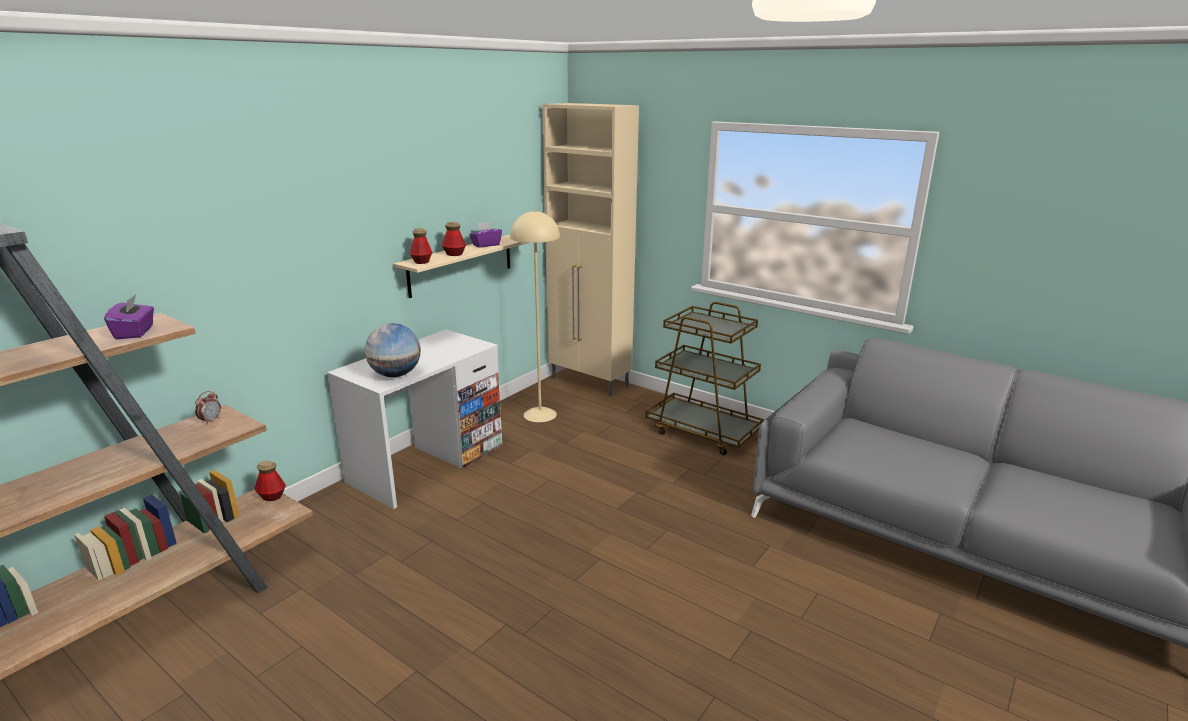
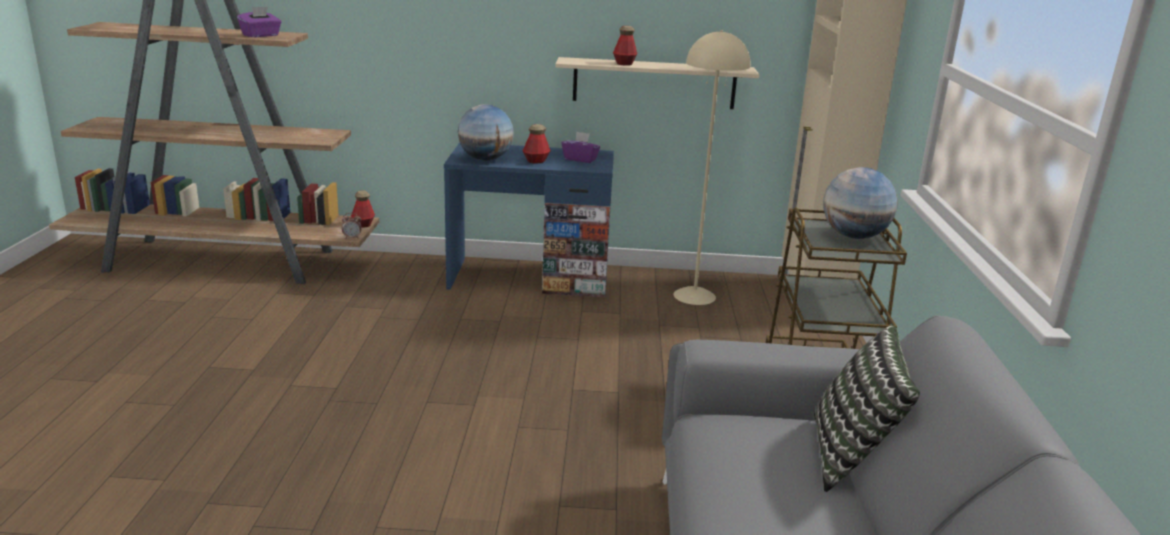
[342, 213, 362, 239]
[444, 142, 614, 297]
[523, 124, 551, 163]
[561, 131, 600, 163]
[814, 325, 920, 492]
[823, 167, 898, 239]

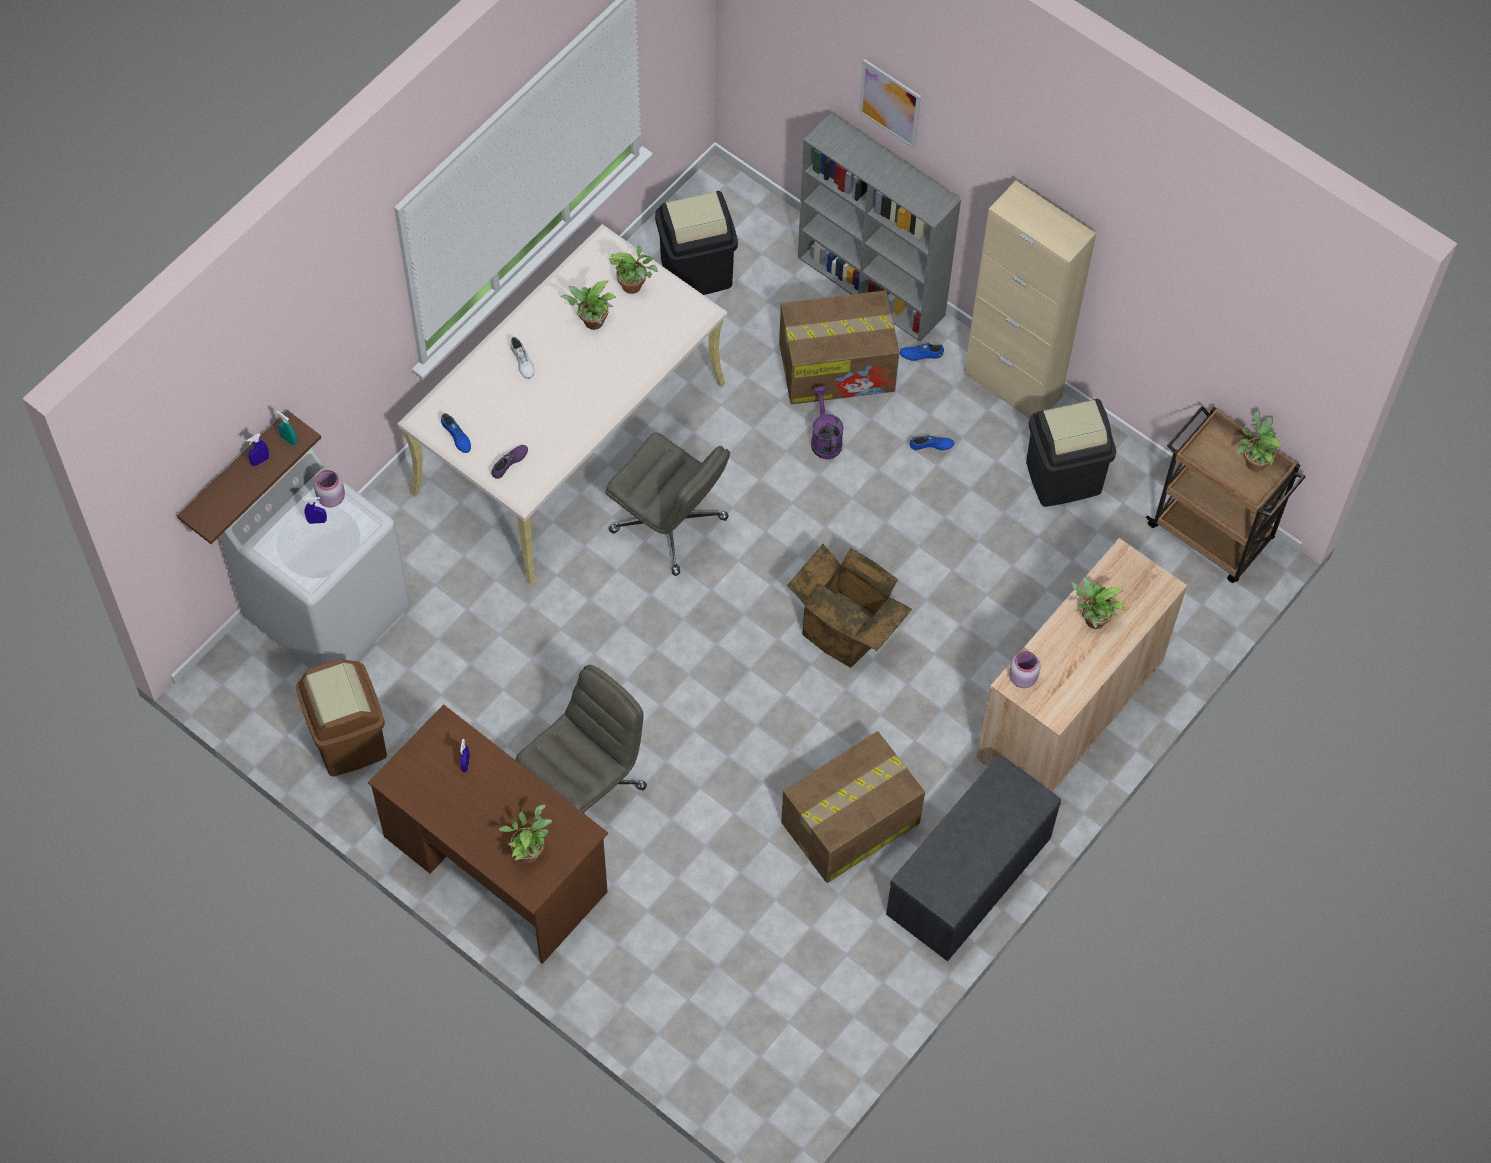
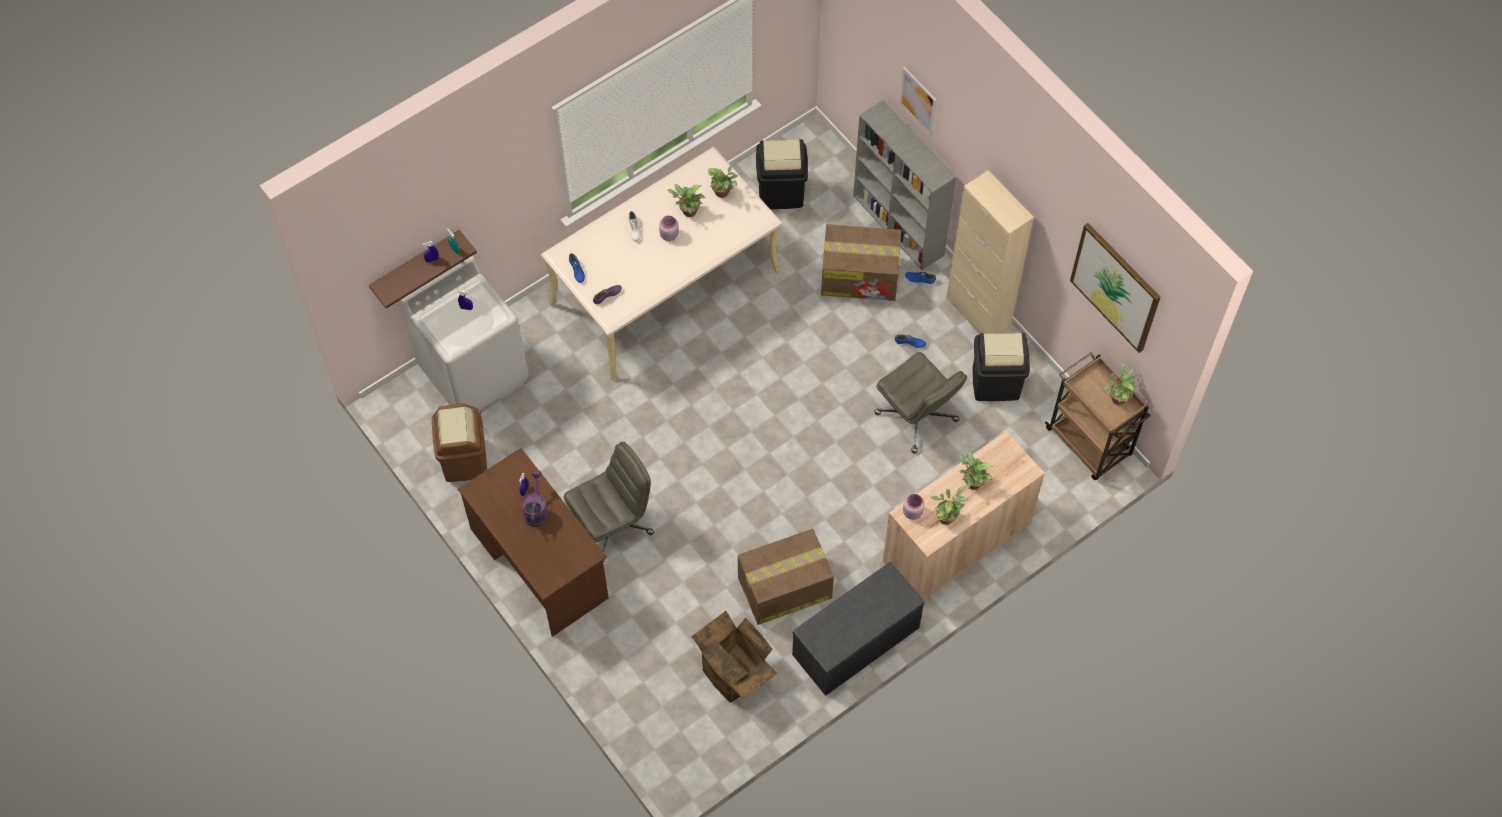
[522, 471, 548, 527]
[659, 216, 679, 241]
[691, 611, 777, 703]
[874, 352, 967, 453]
[931, 487, 968, 525]
[1070, 223, 1161, 353]

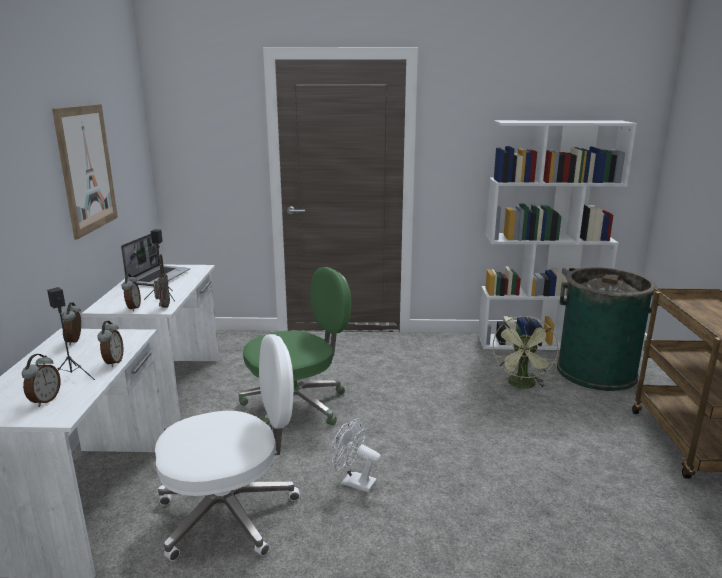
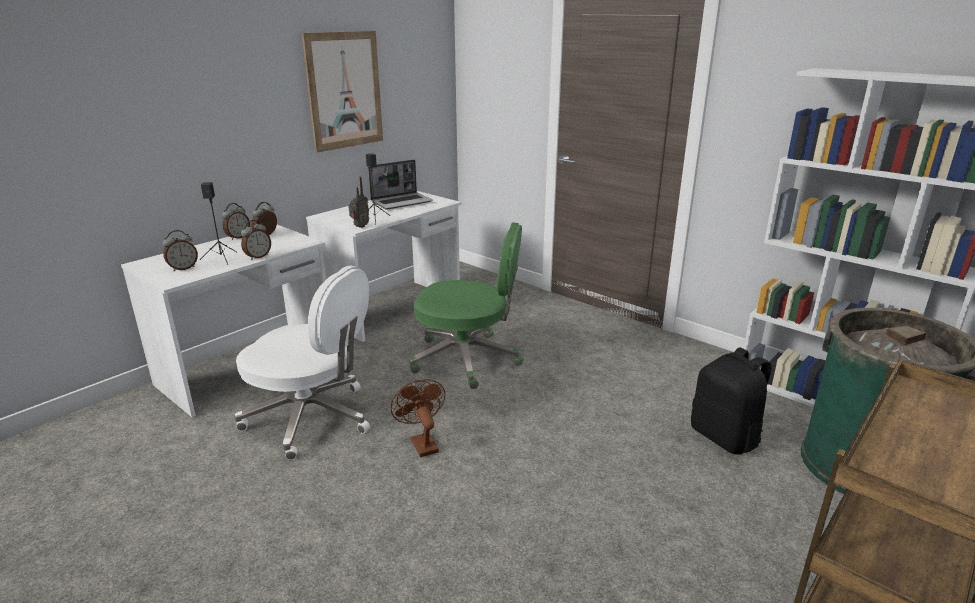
[222, 203, 250, 240]
[390, 379, 445, 457]
[691, 347, 771, 455]

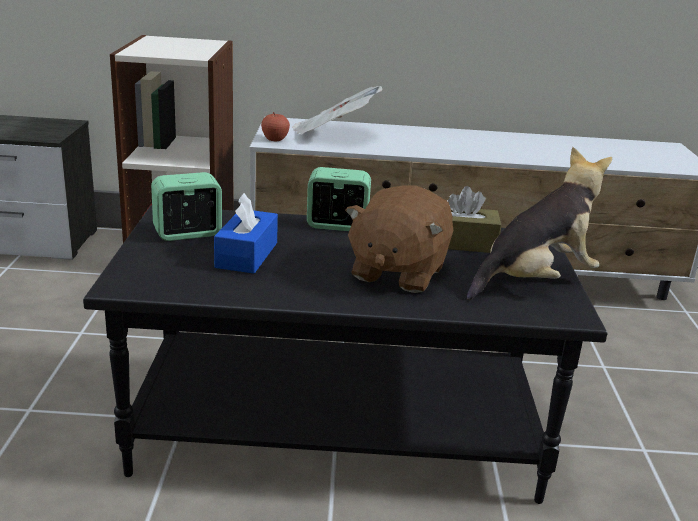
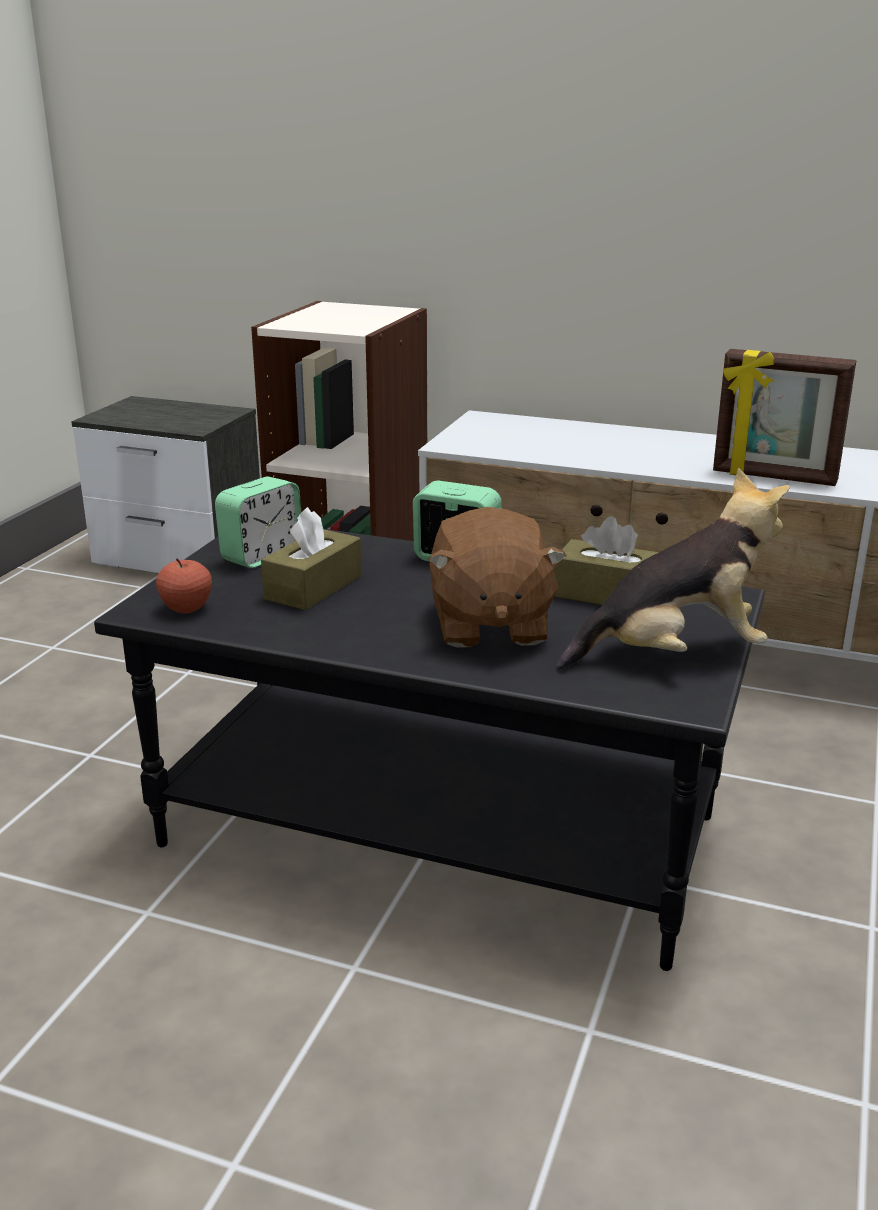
[156, 558, 212, 613]
[215, 477, 301, 568]
[261, 507, 362, 610]
[428, 507, 566, 648]
[713, 349, 856, 486]
[292, 86, 383, 135] (first image)

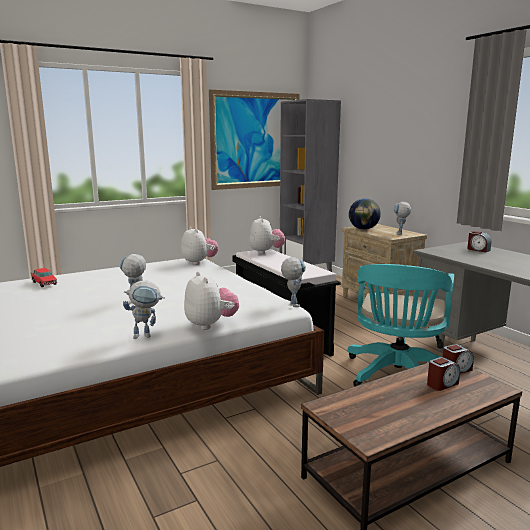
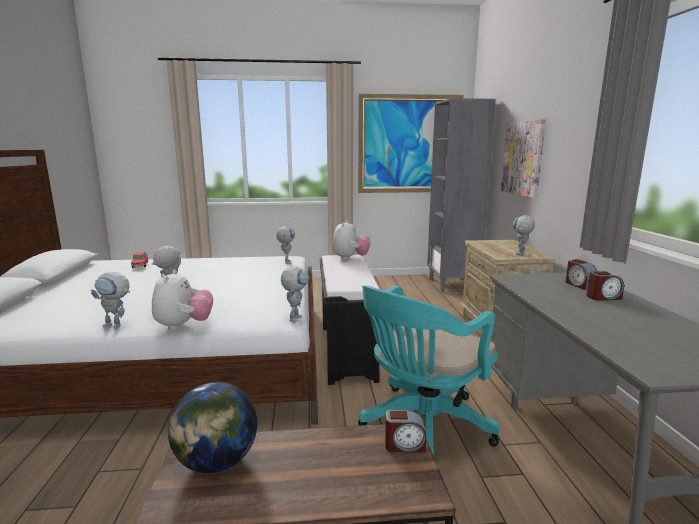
[168, 382, 257, 473]
[276, 227, 295, 264]
[501, 119, 546, 198]
[586, 271, 624, 301]

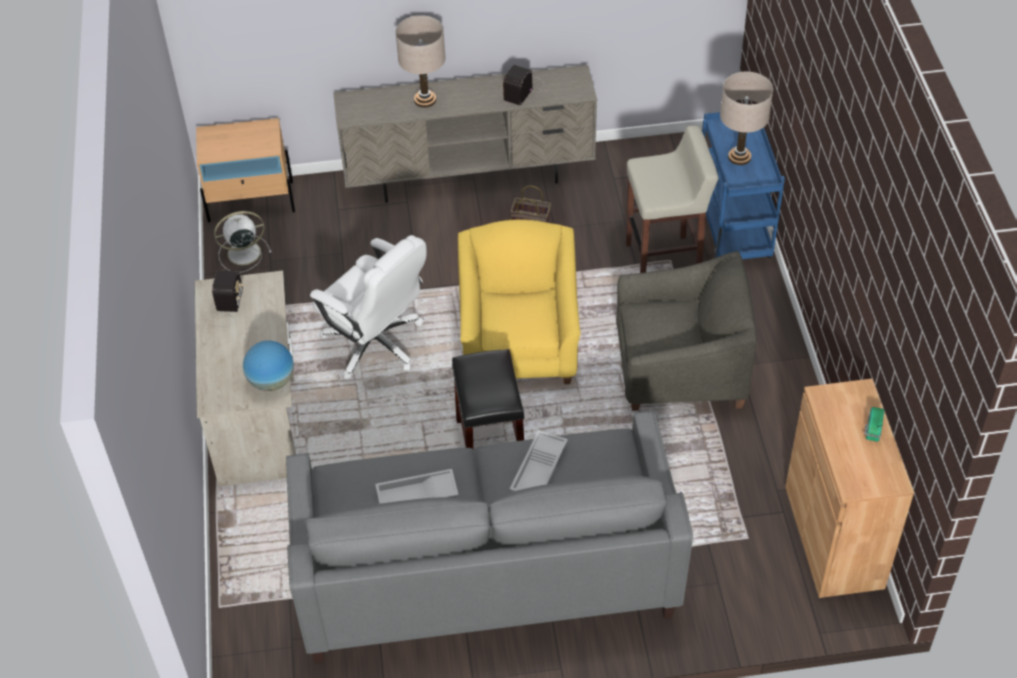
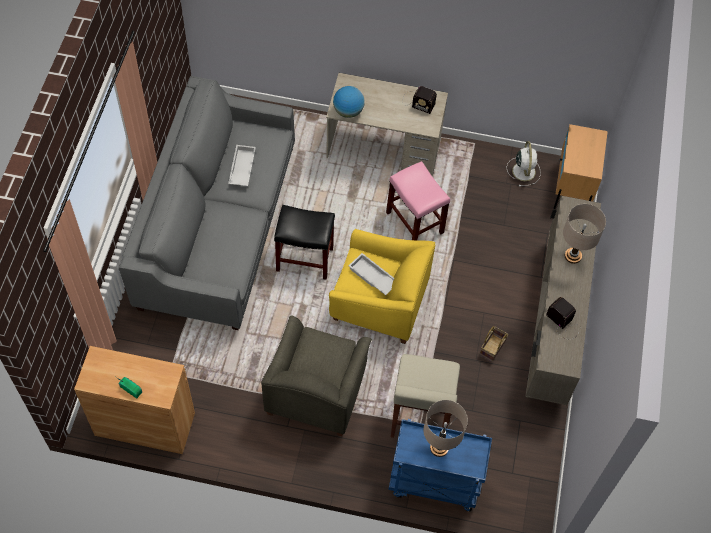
[349, 253, 394, 295]
[386, 161, 450, 240]

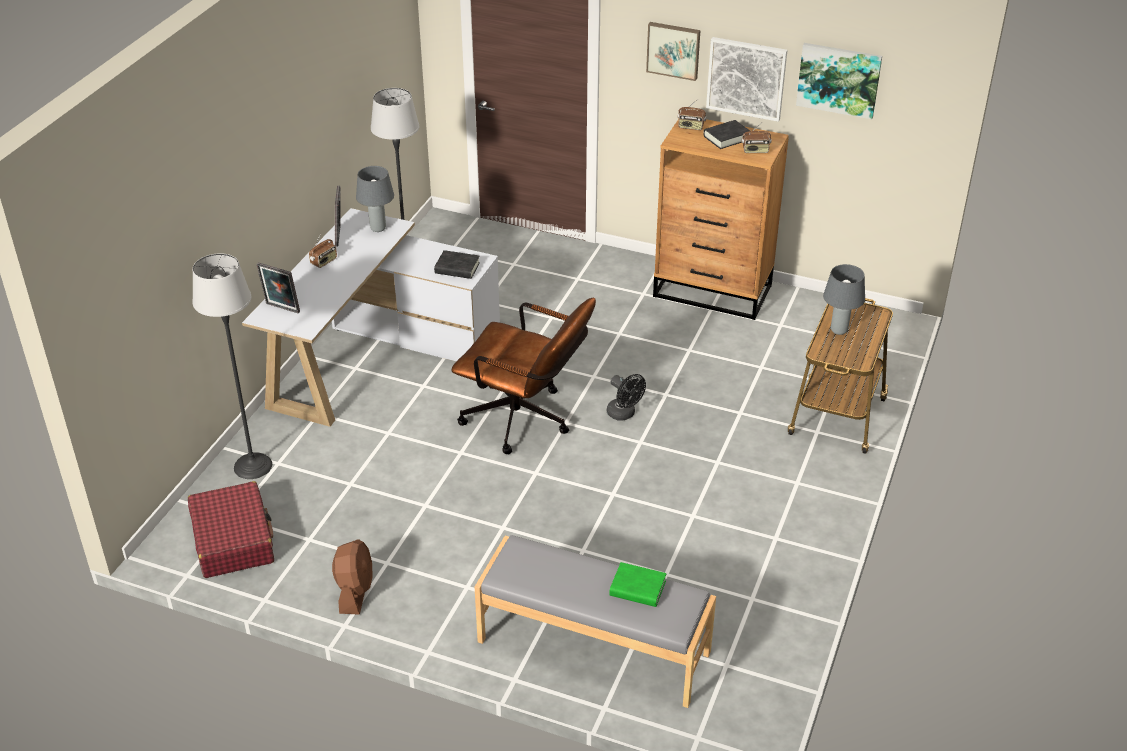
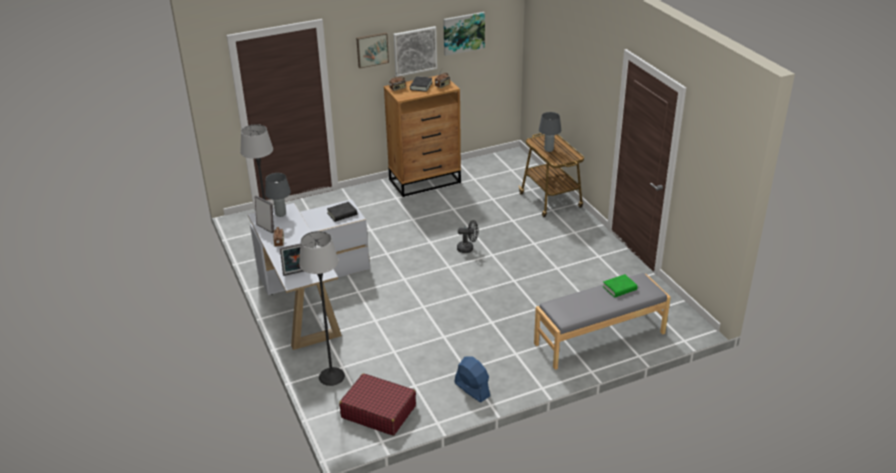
[454, 356, 490, 402]
[451, 297, 596, 454] (first image)

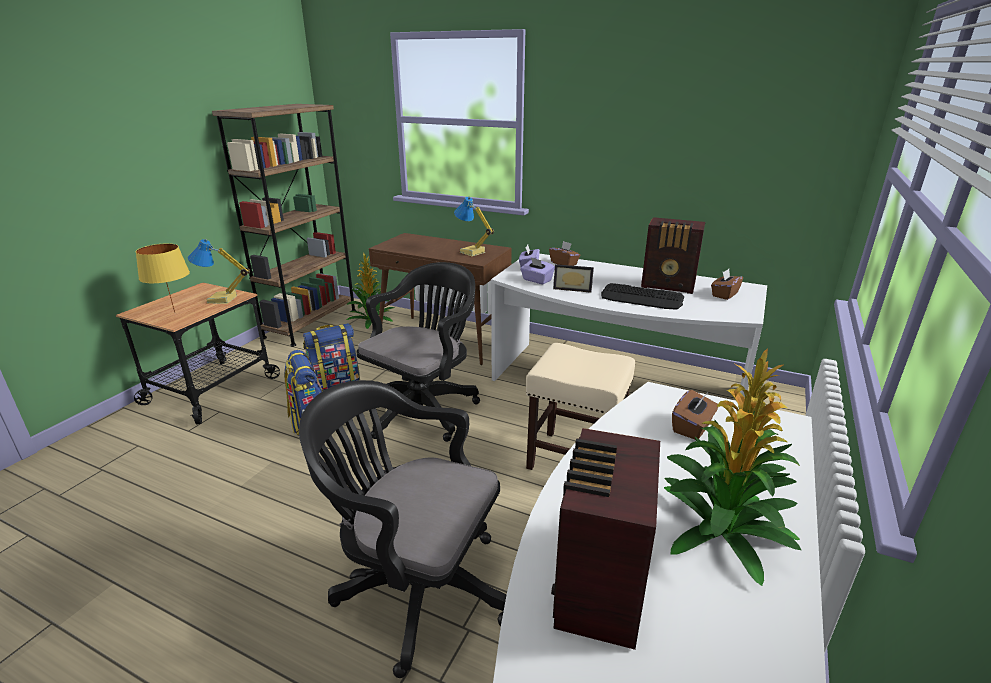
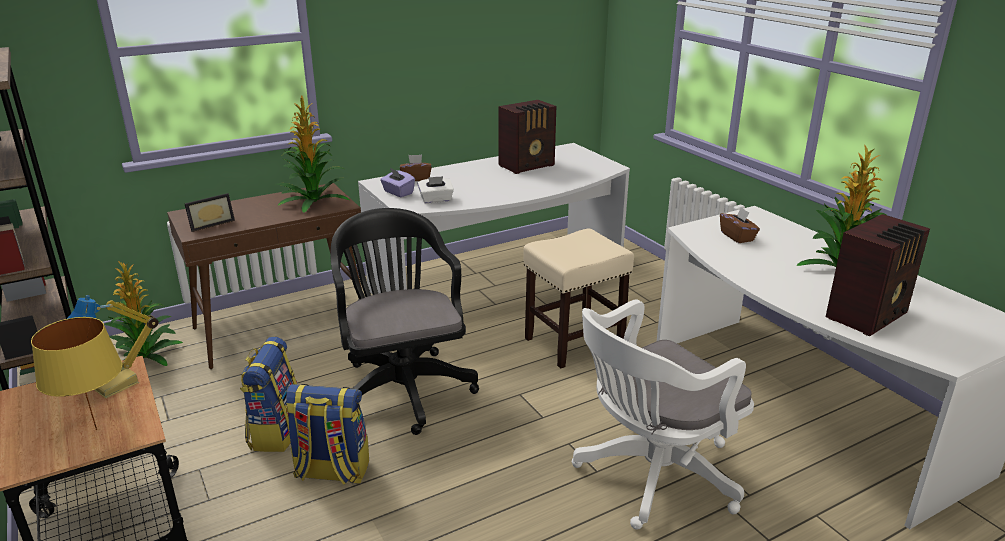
[185, 193, 235, 232]
[276, 95, 350, 213]
[417, 176, 454, 203]
[572, 299, 754, 530]
[826, 214, 930, 337]
[601, 283, 684, 310] (first image)
[711, 269, 743, 300] (first image)

